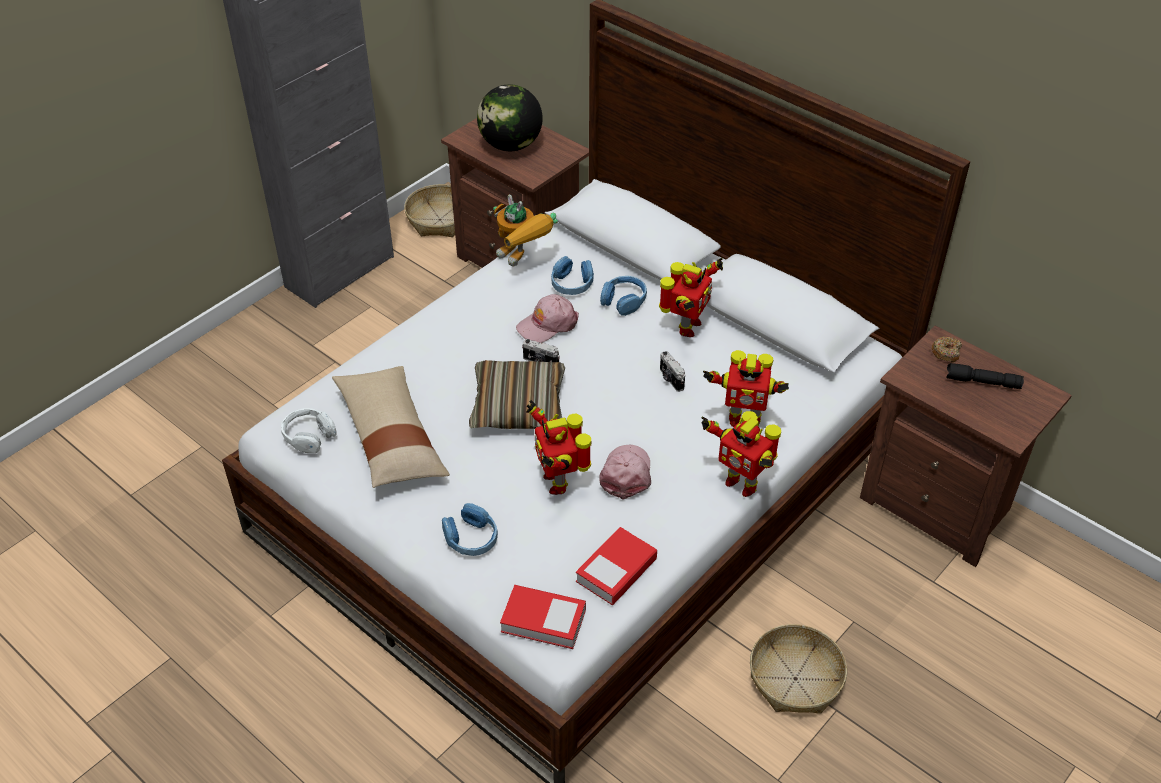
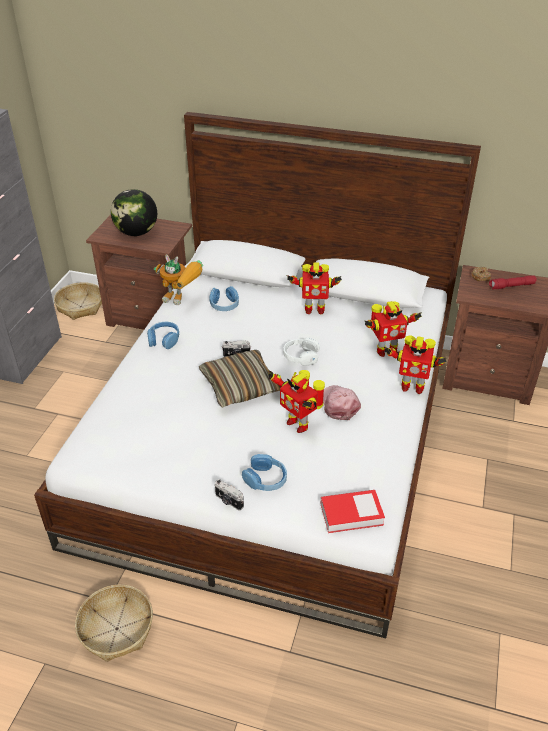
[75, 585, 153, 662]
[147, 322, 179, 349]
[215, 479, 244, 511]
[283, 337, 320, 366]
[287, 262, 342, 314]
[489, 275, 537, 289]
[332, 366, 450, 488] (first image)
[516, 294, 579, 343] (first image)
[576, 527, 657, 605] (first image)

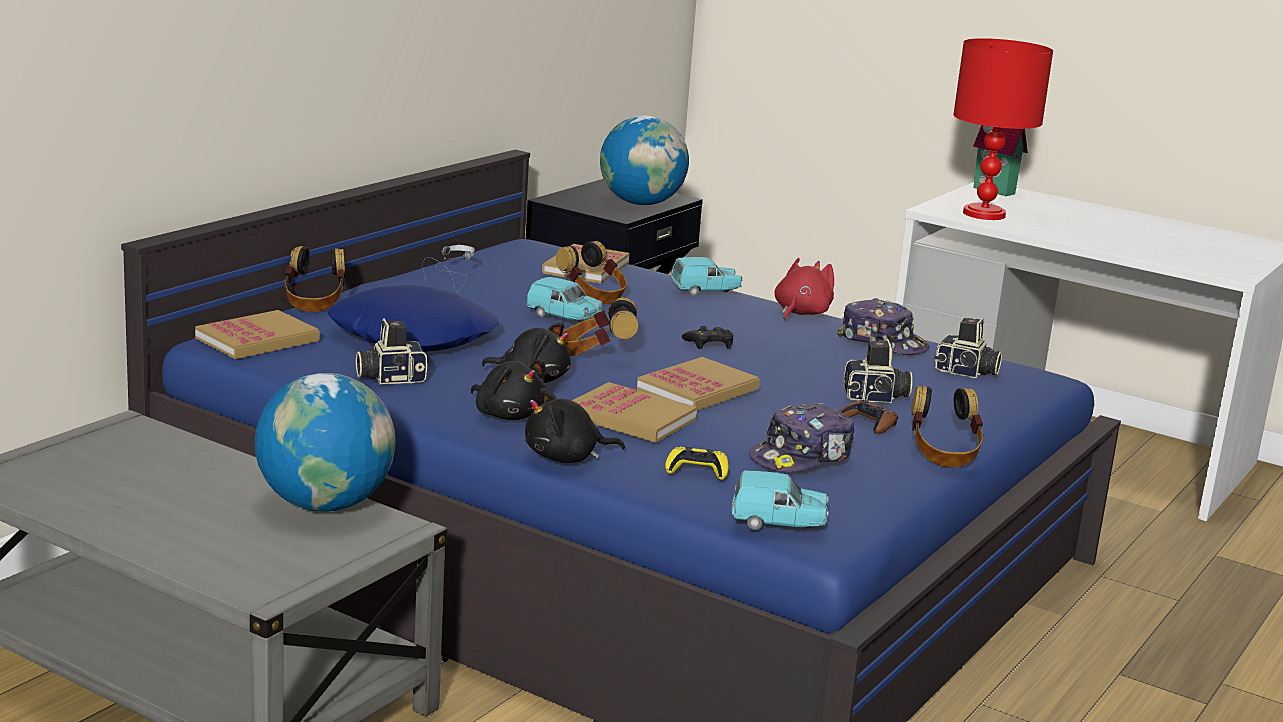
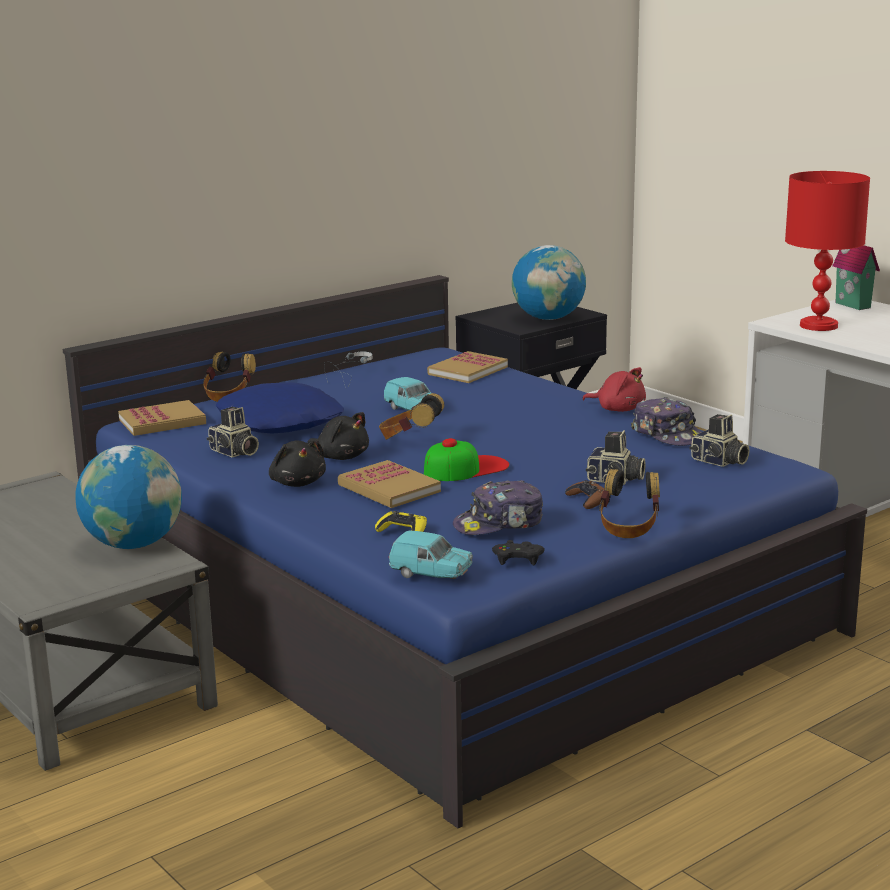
[207, 407, 259, 457]
[424, 438, 509, 481]
[492, 540, 545, 565]
[582, 367, 646, 412]
[525, 388, 625, 463] (first image)
[556, 241, 627, 304] (first image)
[671, 257, 743, 297] (first image)

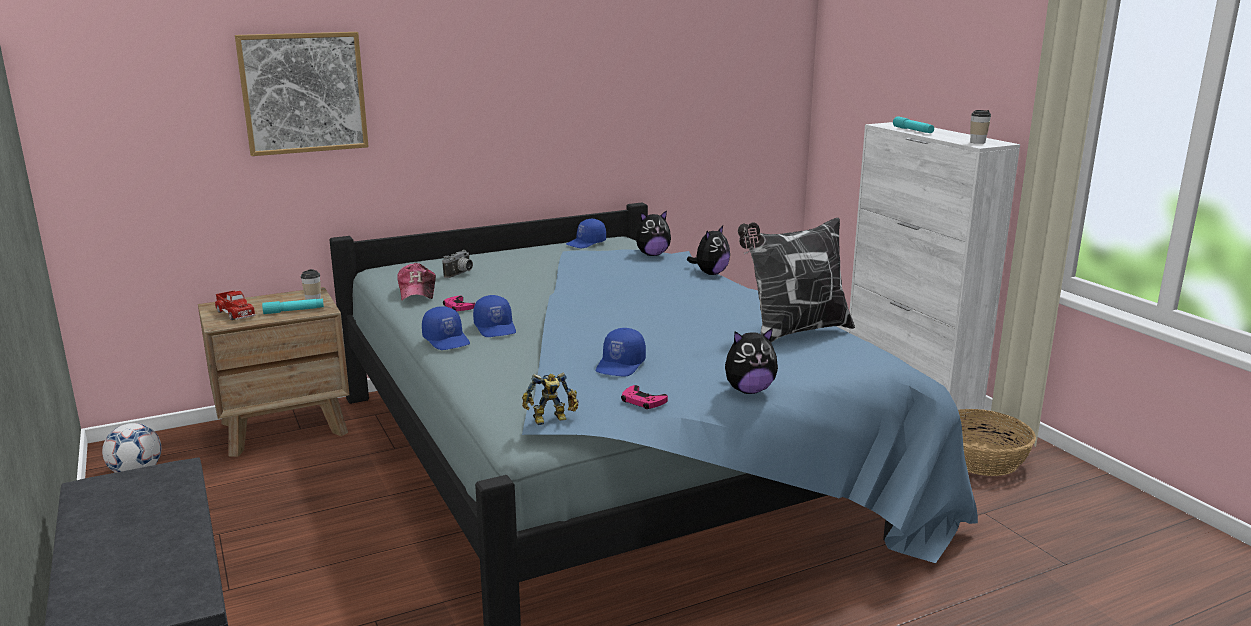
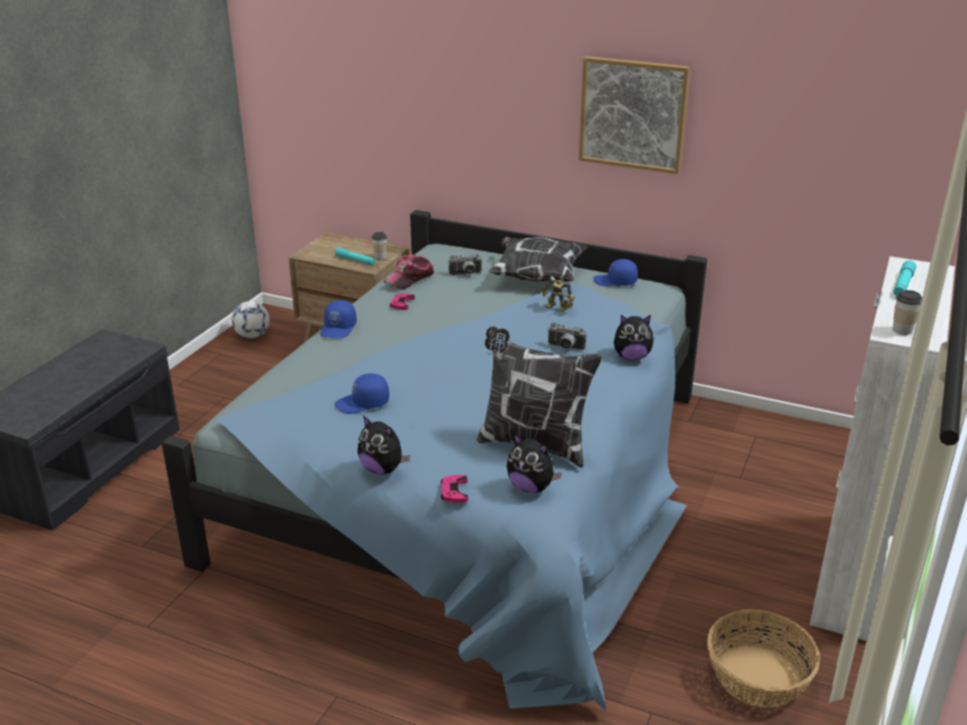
[441, 475, 468, 503]
[488, 236, 587, 282]
[506, 433, 562, 493]
[542, 276, 575, 311]
[548, 323, 586, 350]
[579, 56, 690, 174]
[215, 291, 256, 320] (first image)
[473, 295, 516, 337] (first image)

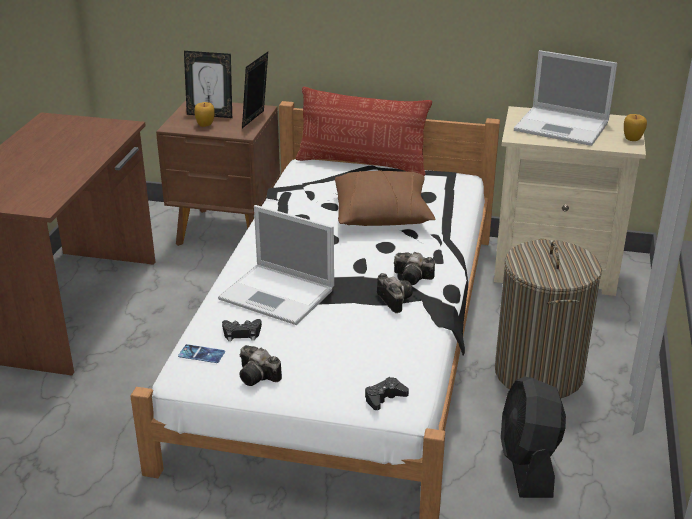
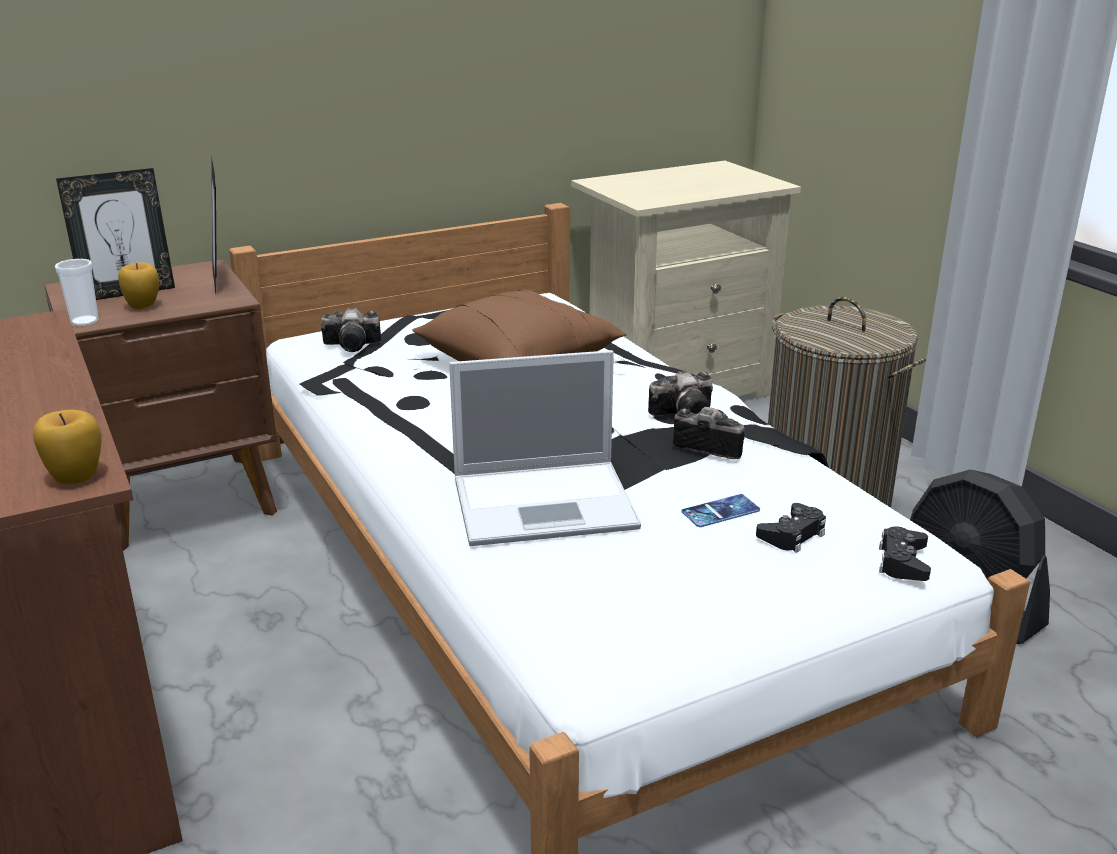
[33, 410, 102, 484]
[55, 259, 99, 326]
[321, 308, 381, 352]
[682, 494, 760, 527]
[756, 503, 826, 553]
[296, 87, 432, 176] (first image)
[514, 50, 617, 146] (first image)

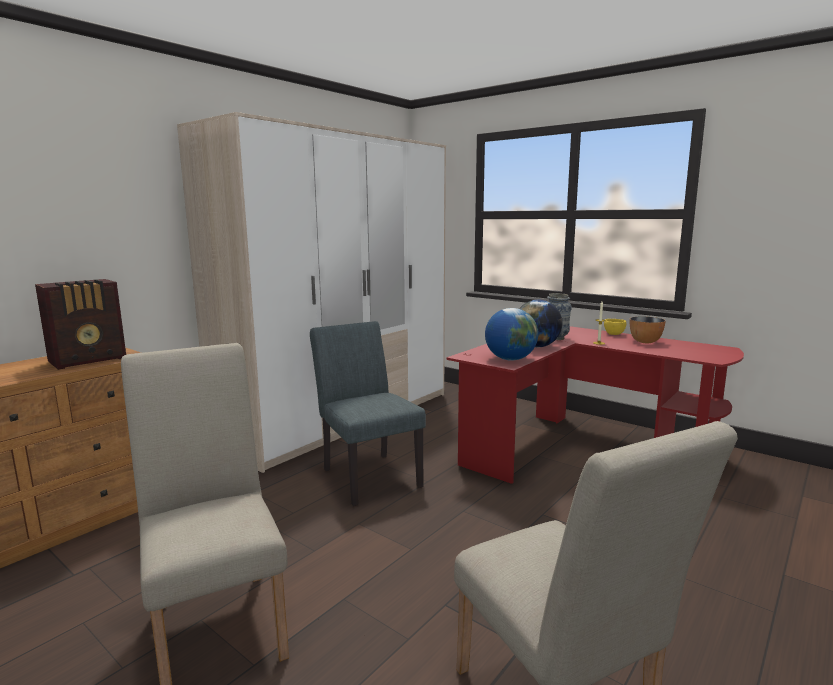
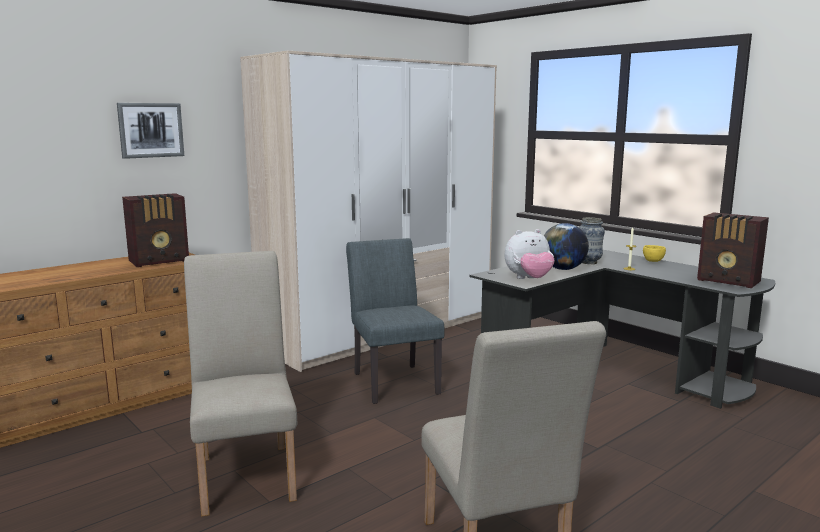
[117, 103, 184, 159]
[470, 250, 775, 409]
[505, 229, 555, 279]
[697, 212, 769, 288]
[630, 316, 666, 343] (first image)

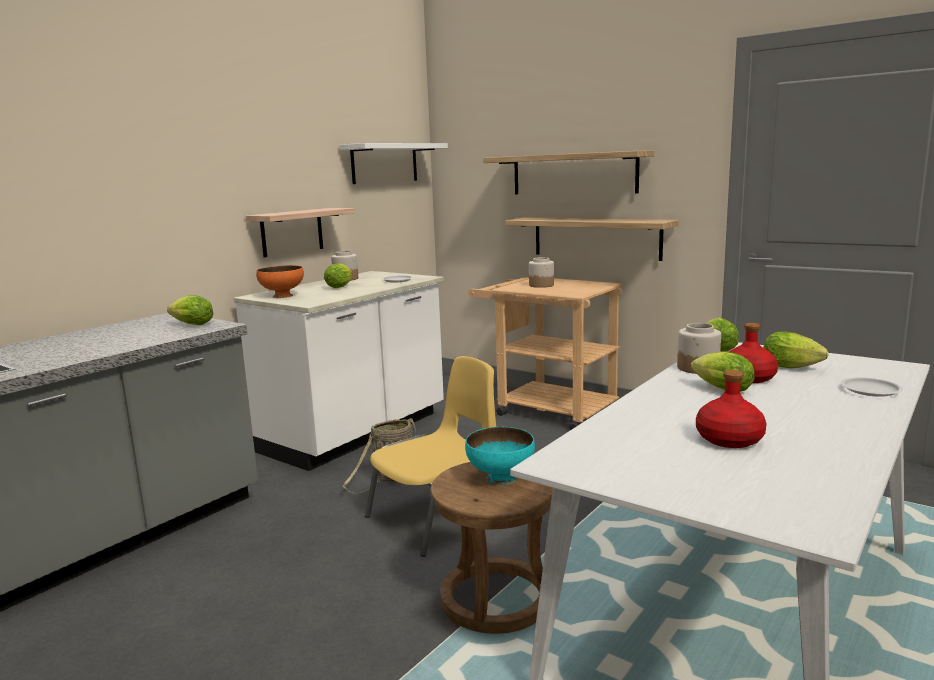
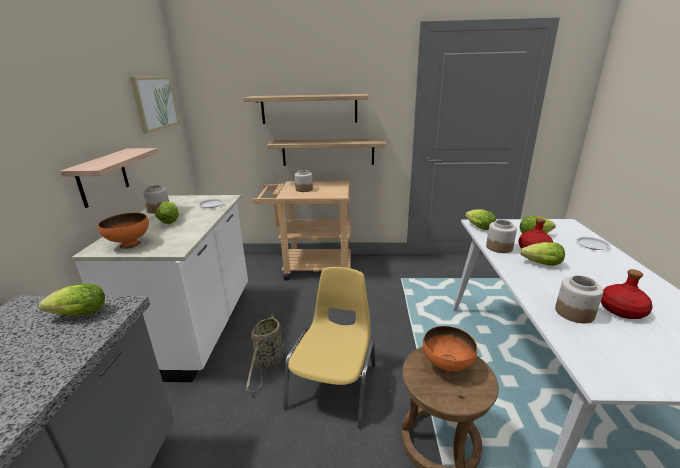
[130, 76, 179, 134]
[423, 326, 477, 375]
[555, 275, 603, 323]

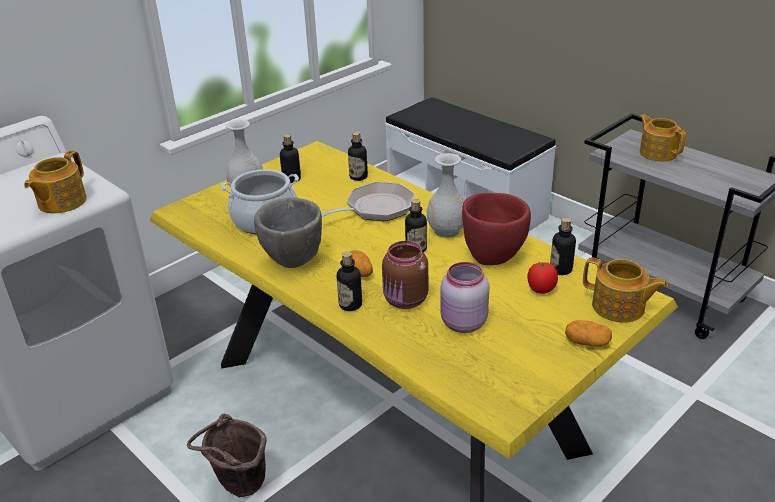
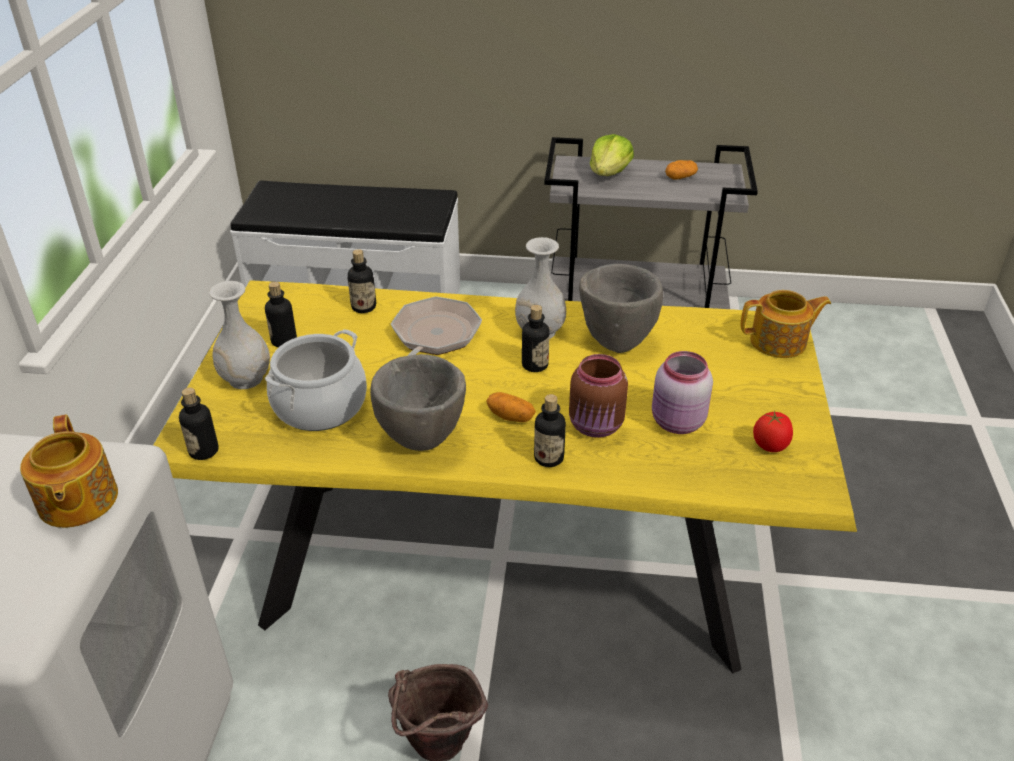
[179, 387, 219, 460]
[579, 264, 663, 353]
[590, 134, 634, 176]
[665, 160, 698, 180]
[753, 411, 793, 452]

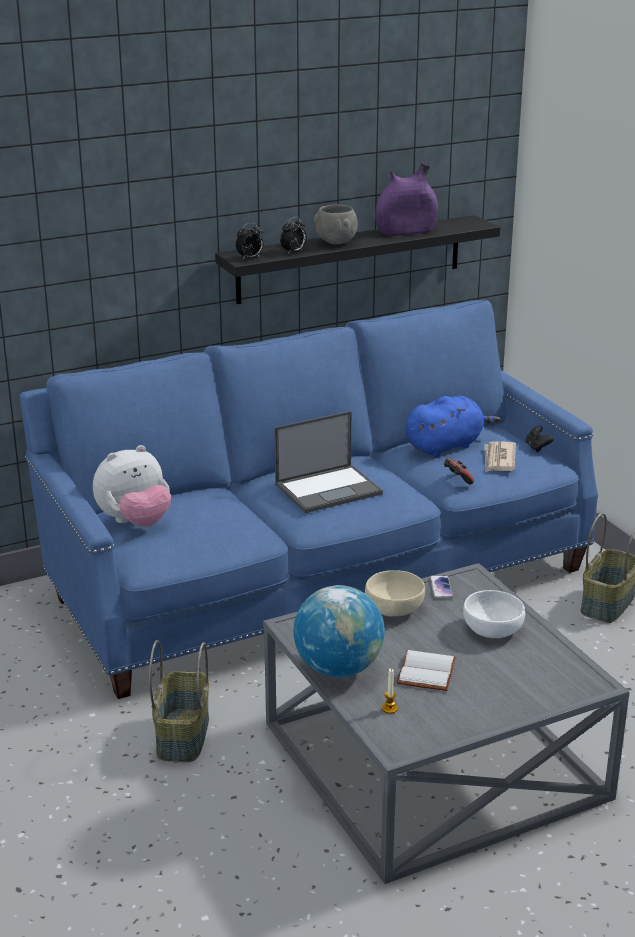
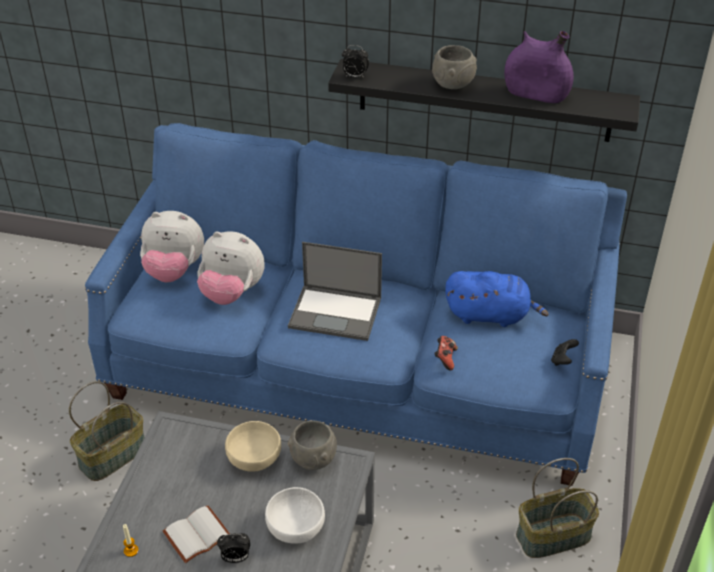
[197, 231, 264, 305]
[217, 533, 250, 563]
[288, 420, 337, 470]
[293, 585, 385, 677] (first image)
[484, 441, 516, 472] (first image)

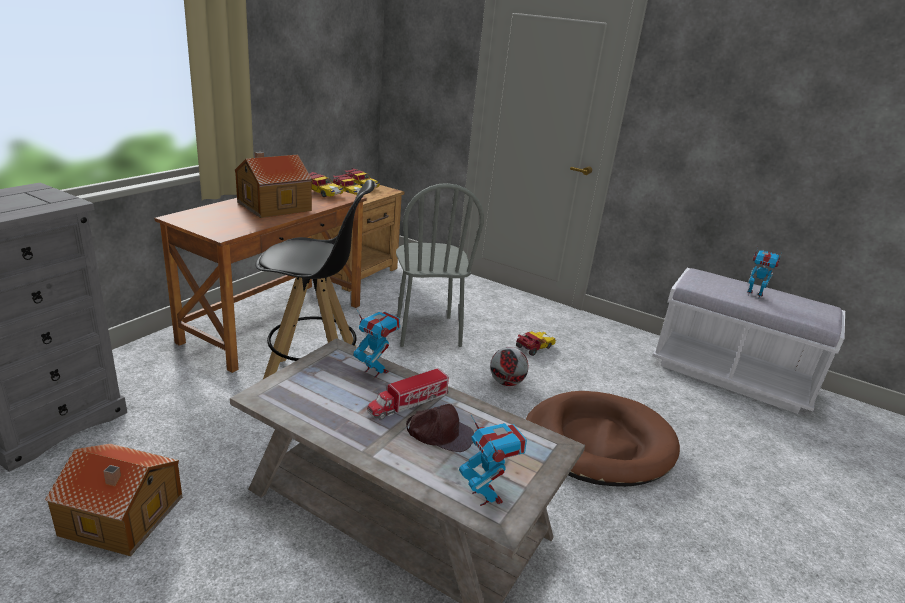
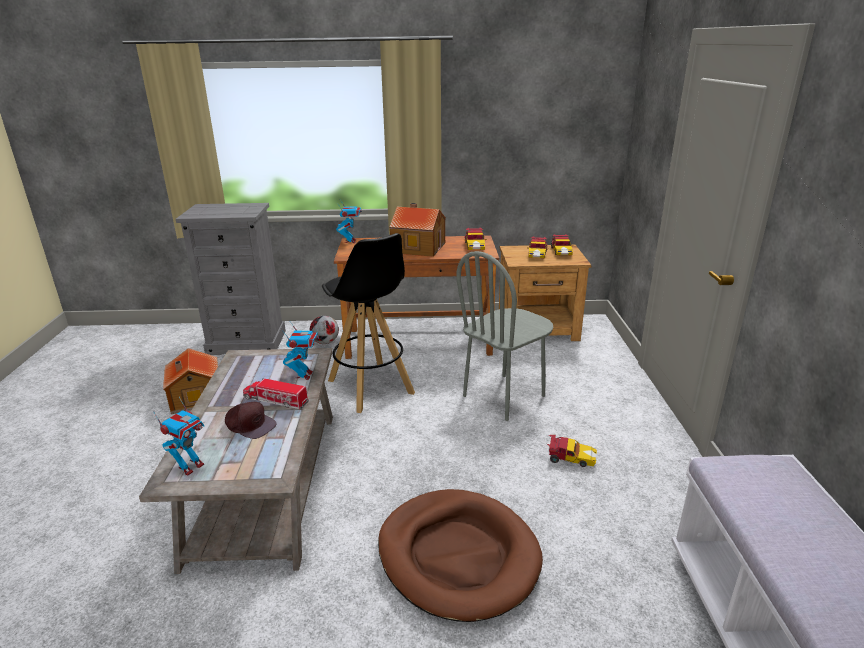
[225, 402, 276, 439]
[310, 316, 339, 344]
[336, 201, 362, 243]

